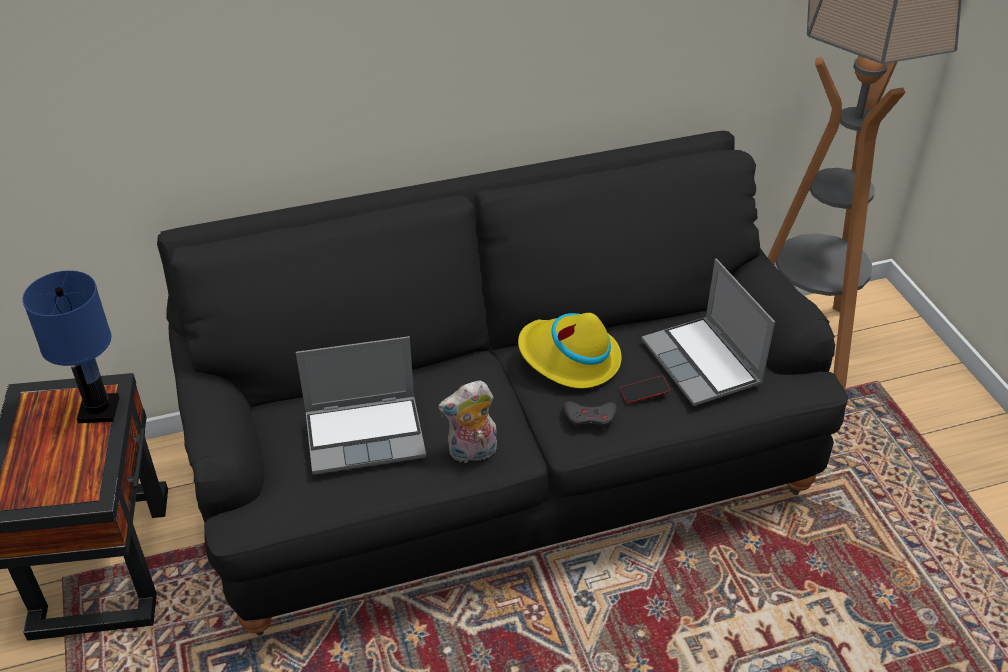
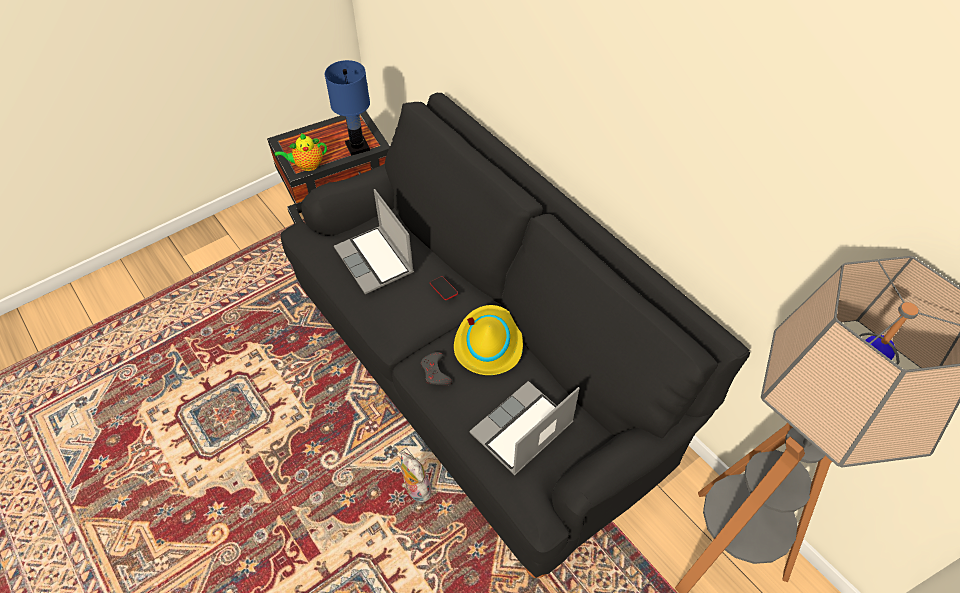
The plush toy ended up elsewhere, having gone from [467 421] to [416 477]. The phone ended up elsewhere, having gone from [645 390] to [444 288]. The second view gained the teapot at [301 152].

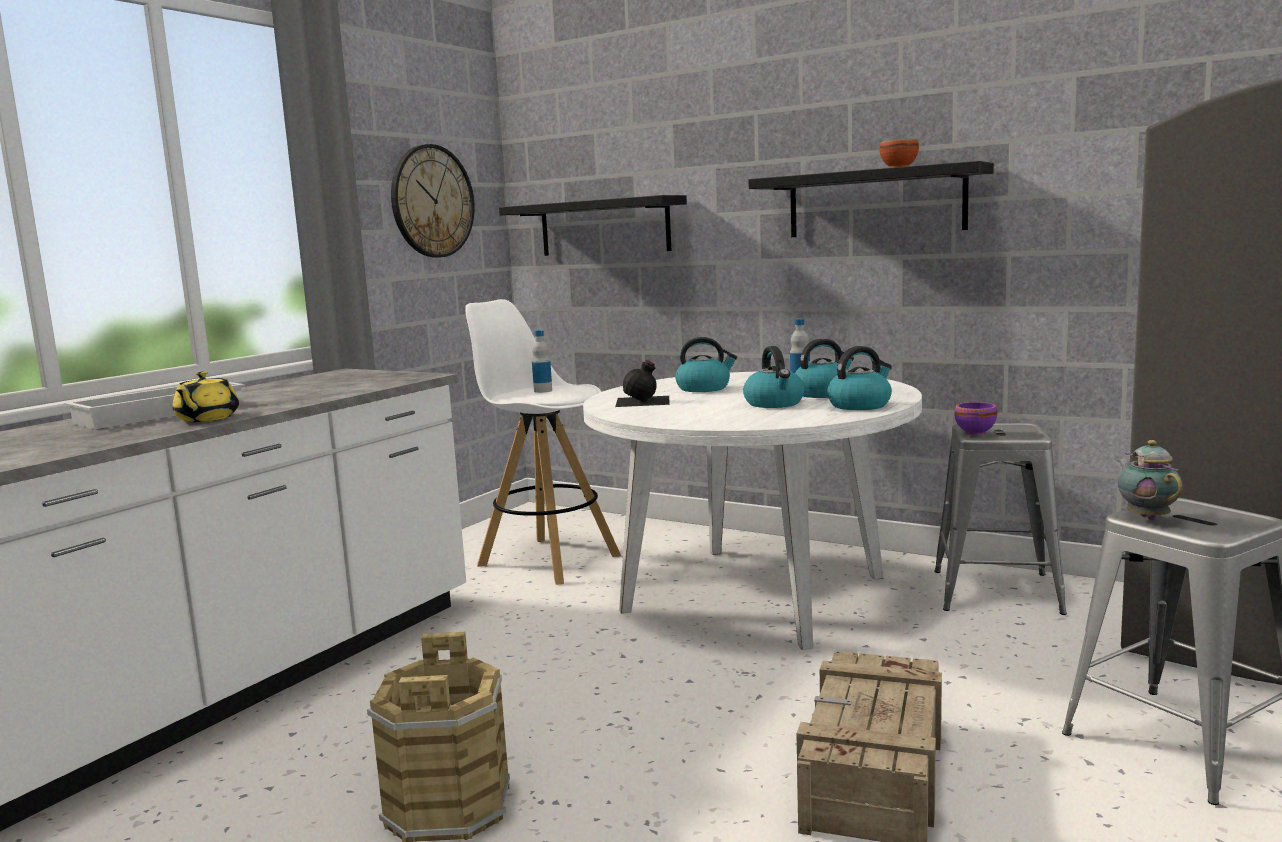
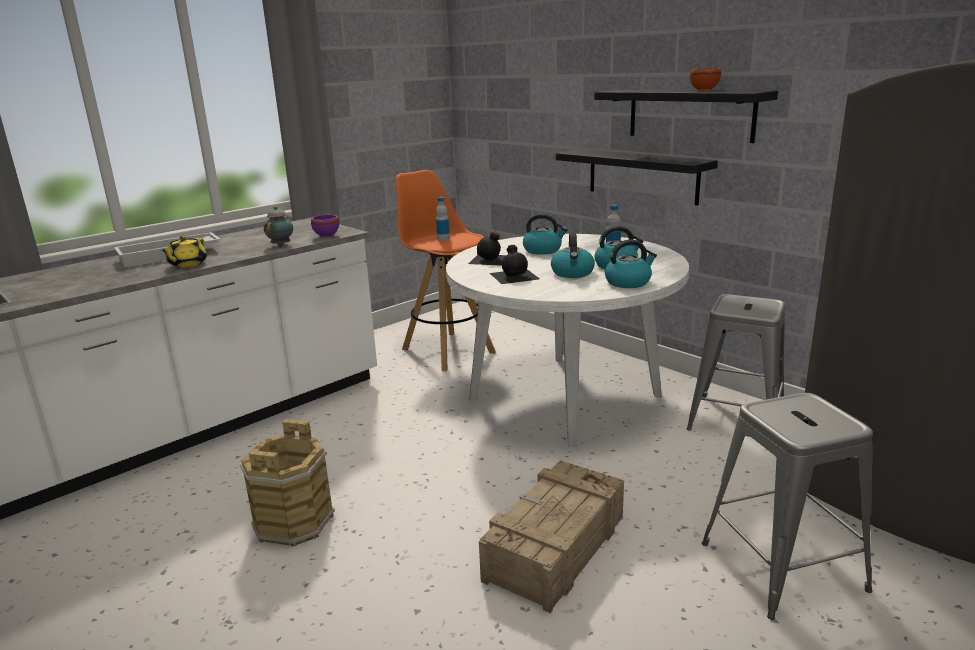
The second view lost the wall clock at [433 201]. What was the stool (white) at [543 442] turned into the stool (orange) at [445 270]. The shelf (black) ended up elsewhere, having gone from [593 225] to [637 177]. The bowl (purple) ended up elsewhere, having gone from [975 418] to [325 226]. The teapot ended up elsewhere, having gone from [1150 480] to [278 226]. The second view gained the bottle (black) at [515 264].

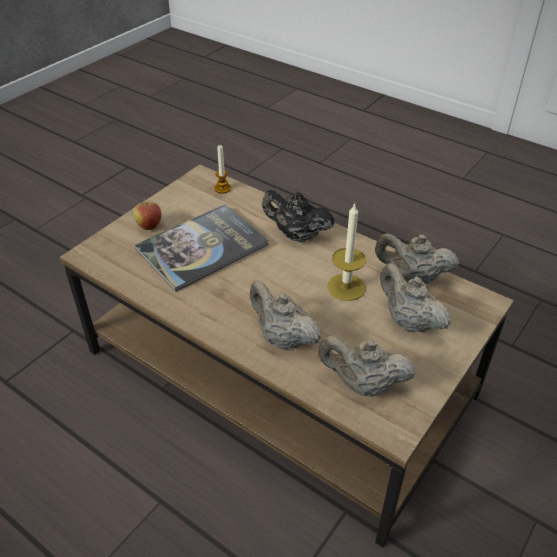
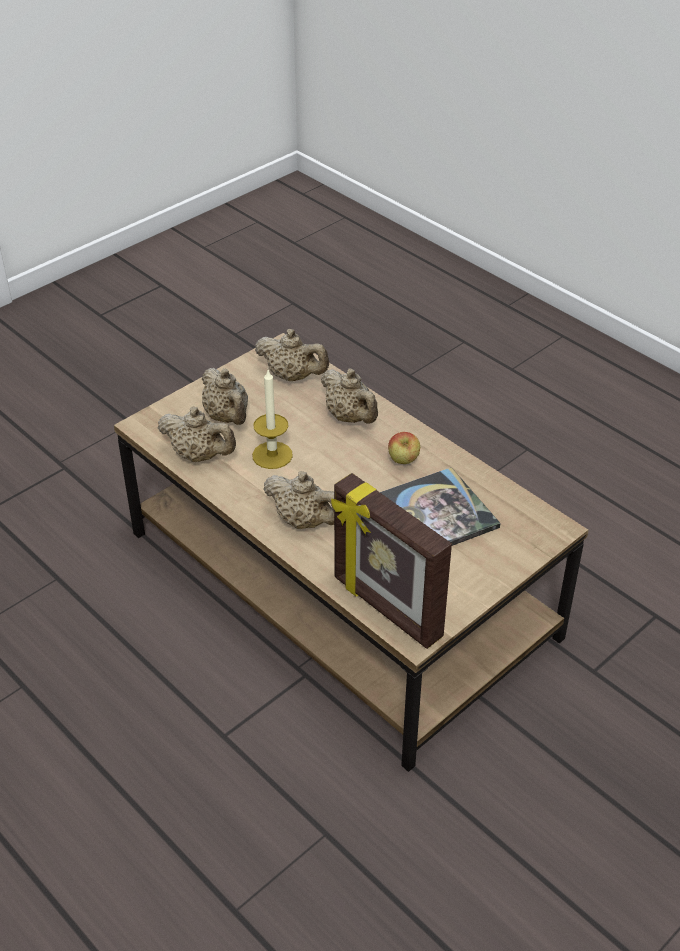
The apple ended up elsewhere, having gone from [148 214] to [404 448]. Where the candle stood at [222 169], the picture frame came to stand at [391 561]. What was the teapot (black) at [298 216] turned into the teapot (beige) at [298 500].

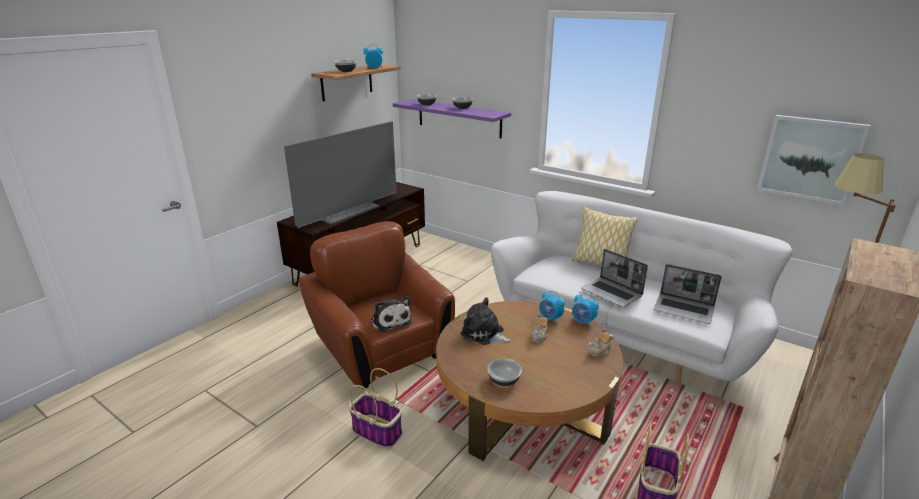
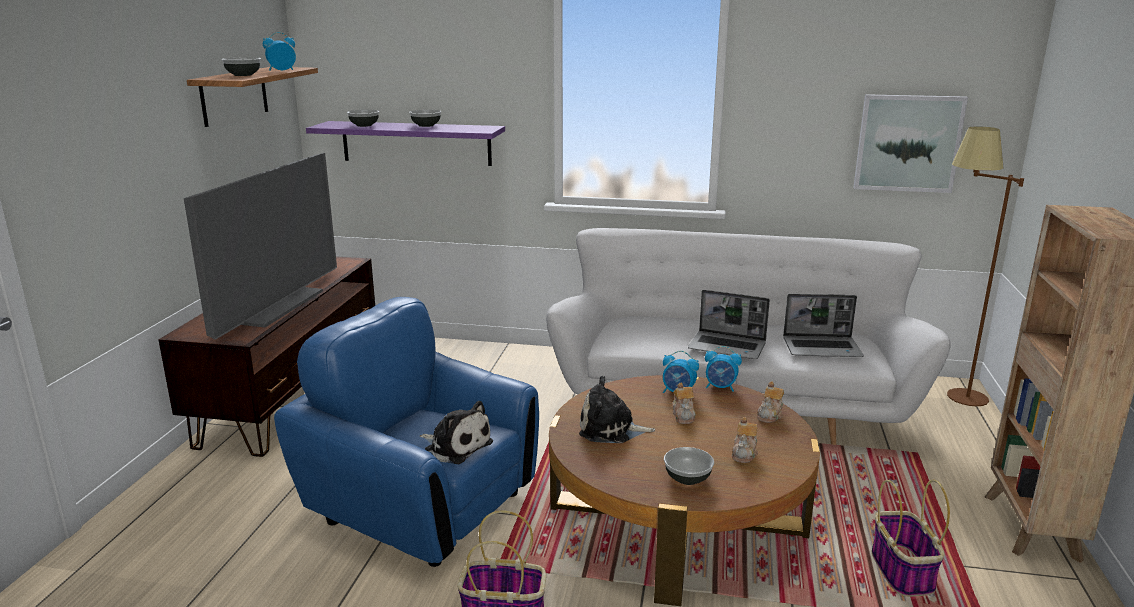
What was the armchair (brown) at [377 305] turned into the armchair (blue) at [406 432]. The second view lost the pillow at [605 237]. The second view gained the teapot at [745 440].

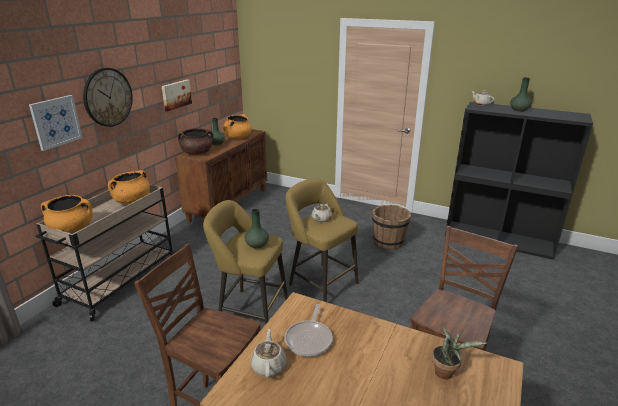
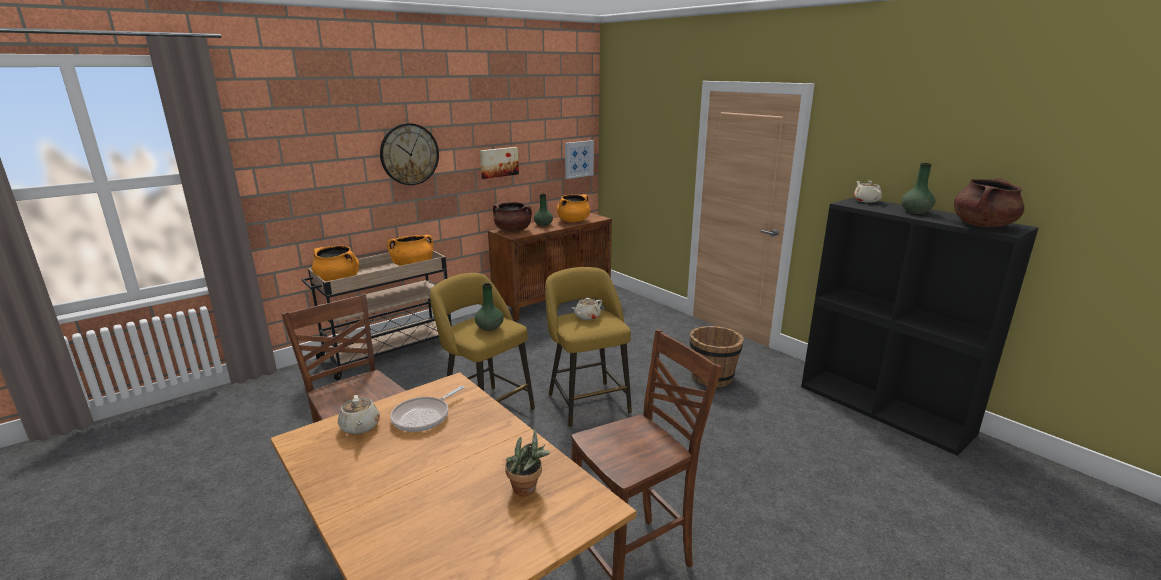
The picture ended up elsewhere, having gone from [55 123] to [579 159]. The teapot (beige) at [268 353] ended up facing another way, 135 degrees clockwise from before. The second view gained the cooking pot (brown) at [989 202].

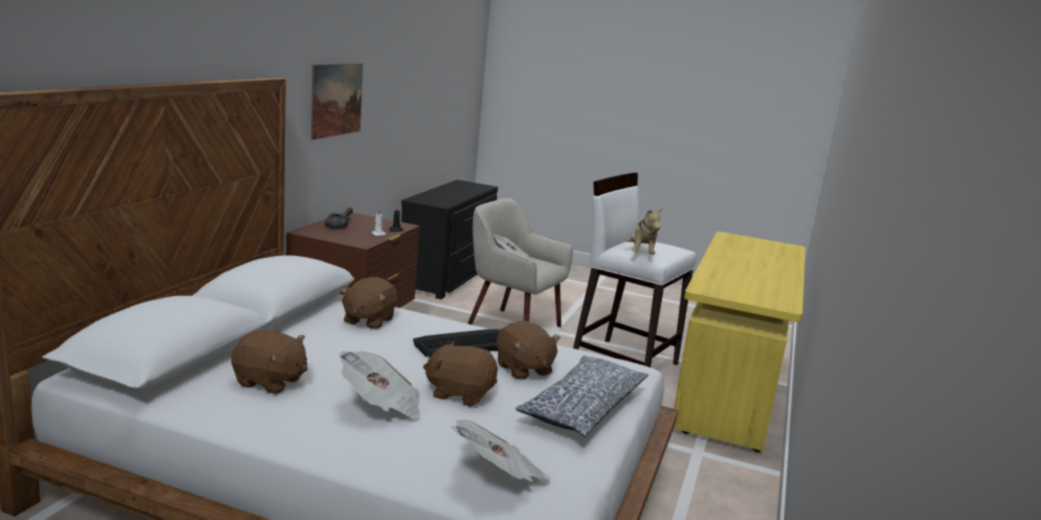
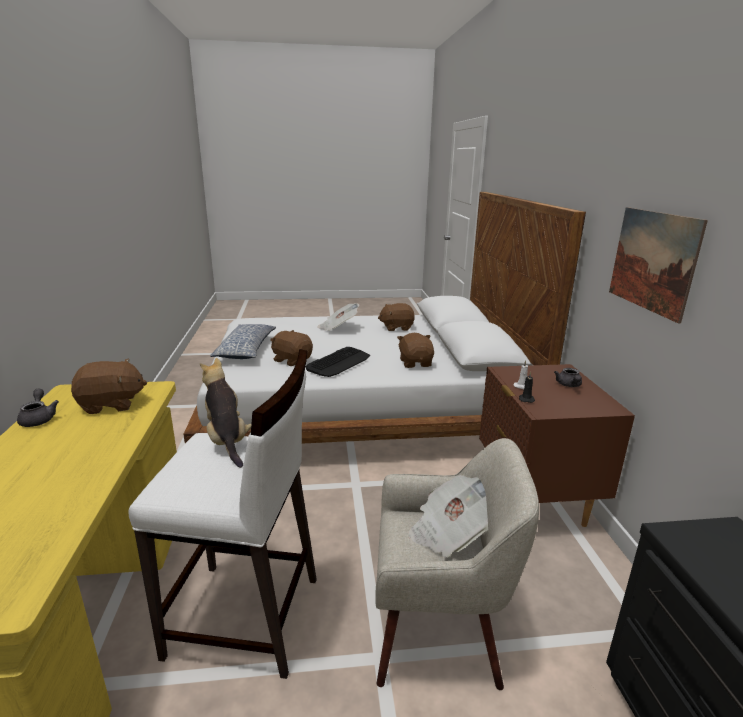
The plush toy (brown) ended up elsewhere, having gone from [460 374] to [109 386]. The second view lost the newspaper at [500 451]. The second view gained the teapot (grey) at [38 408].

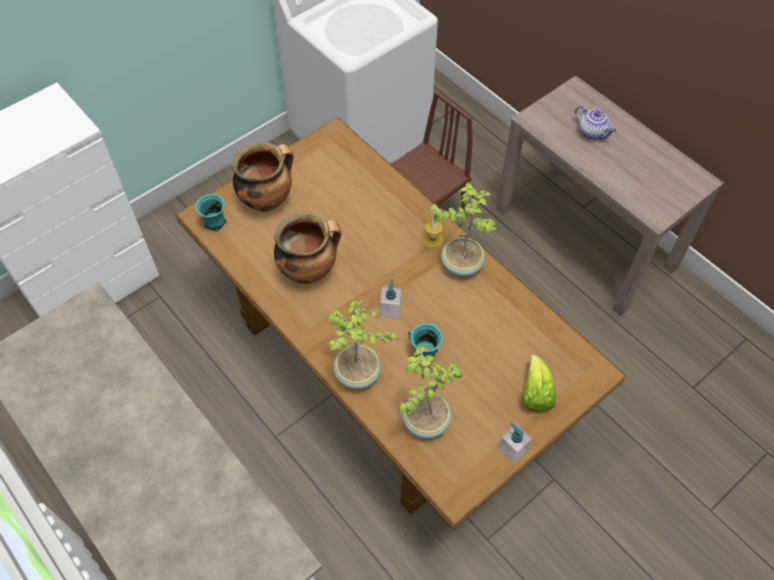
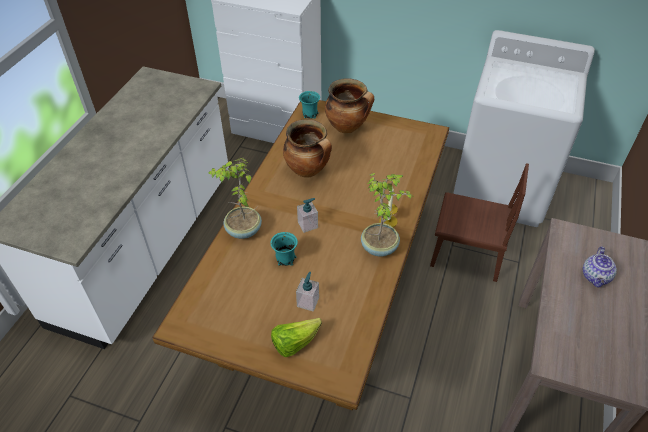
The second view lost the potted plant at [431 392]. The soap dispenser ended up elsewhere, having gone from [515 443] to [307 291].

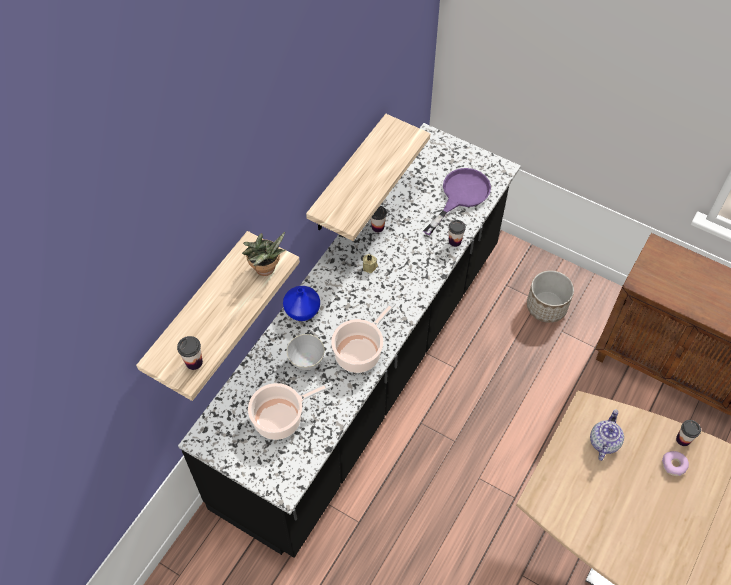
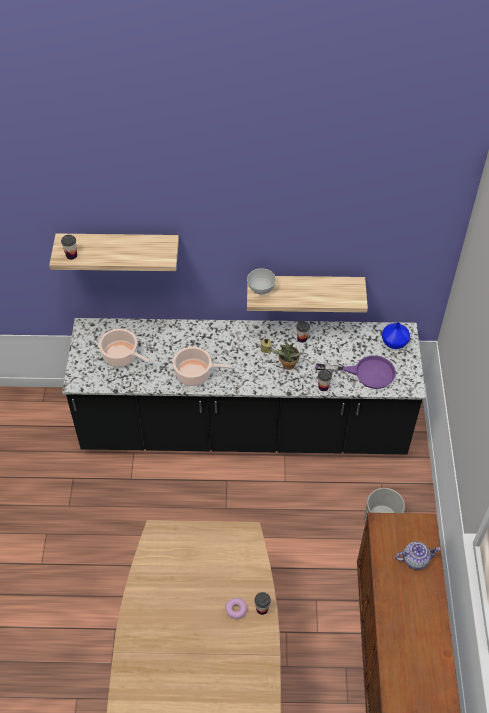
The potted plant ended up elsewhere, having gone from [263 254] to [285 355]. The vase (blue) ended up elsewhere, having gone from [301 303] to [396 336]. The bowl (grey) ended up elsewhere, having gone from [306 352] to [261 281]. The teapot ended up elsewhere, having gone from [607 435] to [418 556].

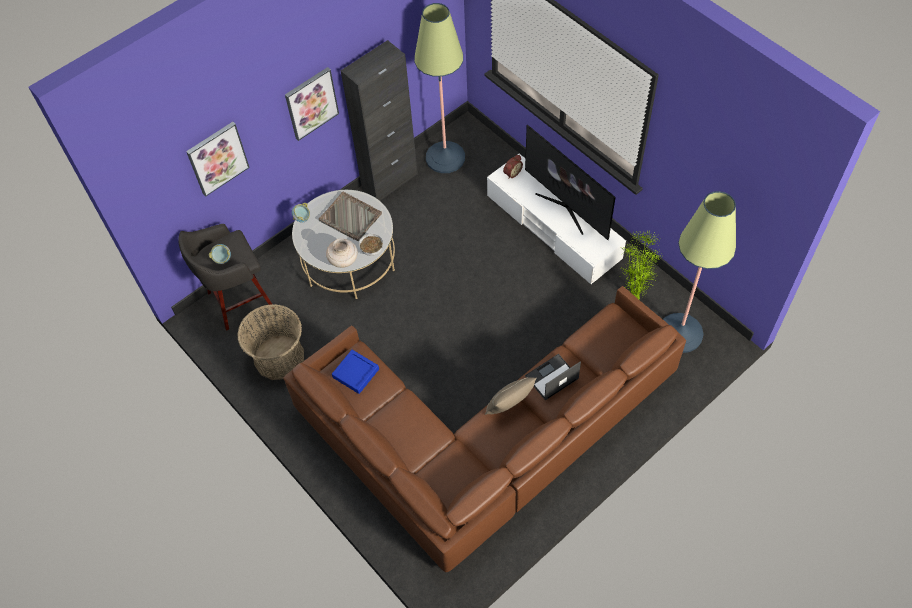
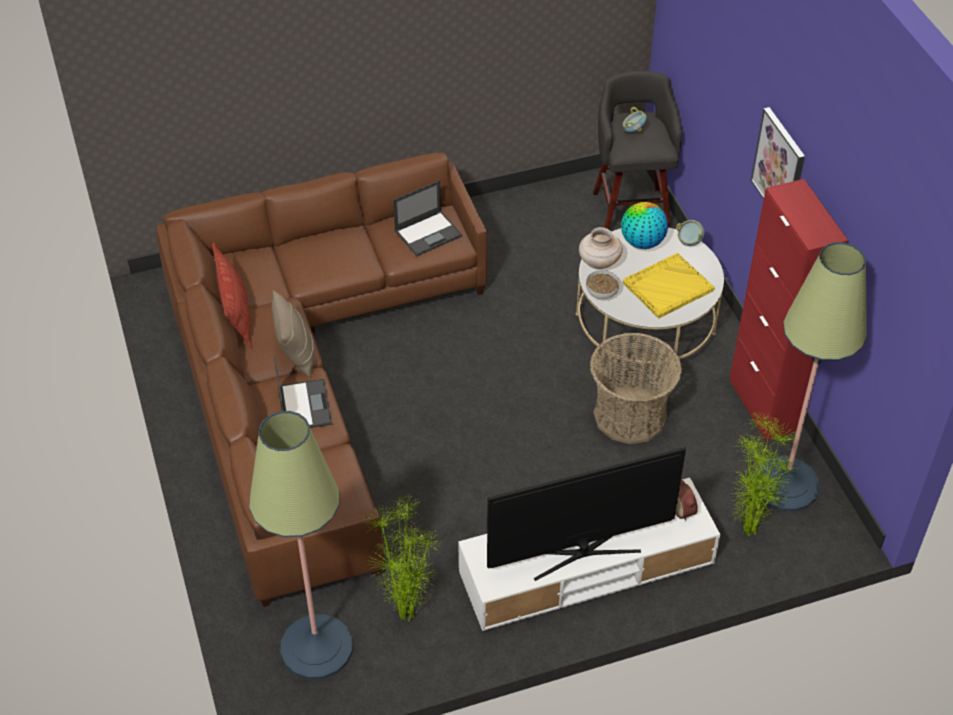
The second view lost the picture at [218 159]. The basket ended up elsewhere, having gone from [270 342] to [636 388]. What was the tray (grey) at [350 216] turned into the tray (yellow) at [668 286]. Where the tray (blue) stood at [355 372], the laptop came to stand at [427 218]. What was the cabinet (black) at [379 120] turned into the cabinet (red) at [788 310]. The second view gained the pillow at [232 295]. The second view gained the globe at [644 225]. The second view gained the potted plant at [765 474].

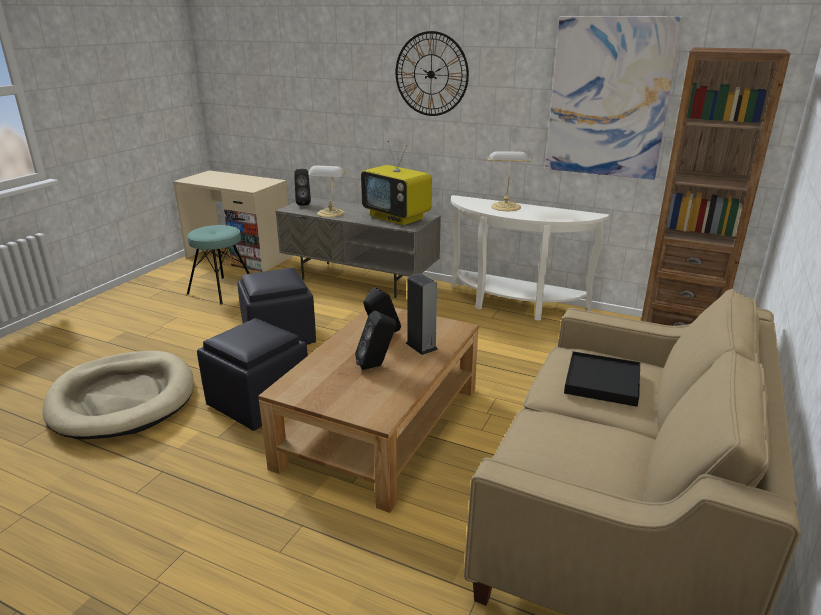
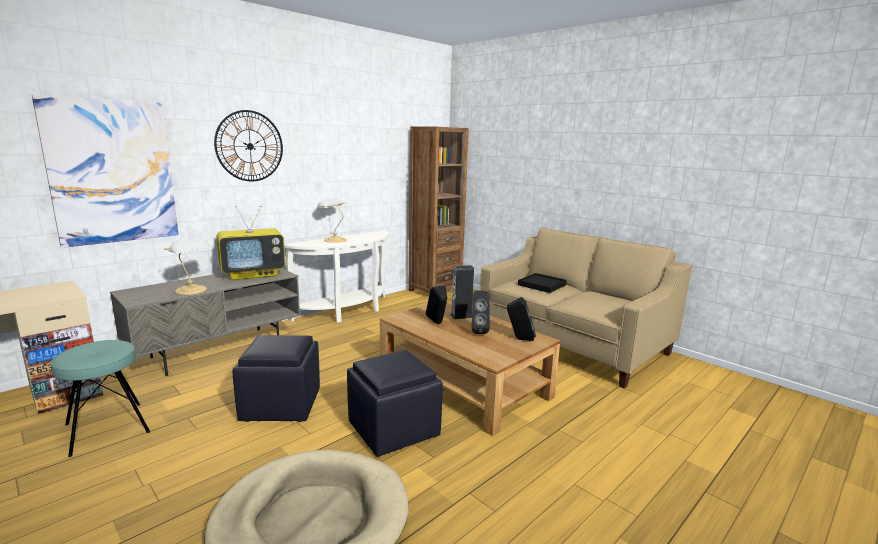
The speaker (black) ended up elsewhere, having gone from [302 187] to [521 319]. The picture ended up elsewhere, having gone from [614 98] to [105 171].

